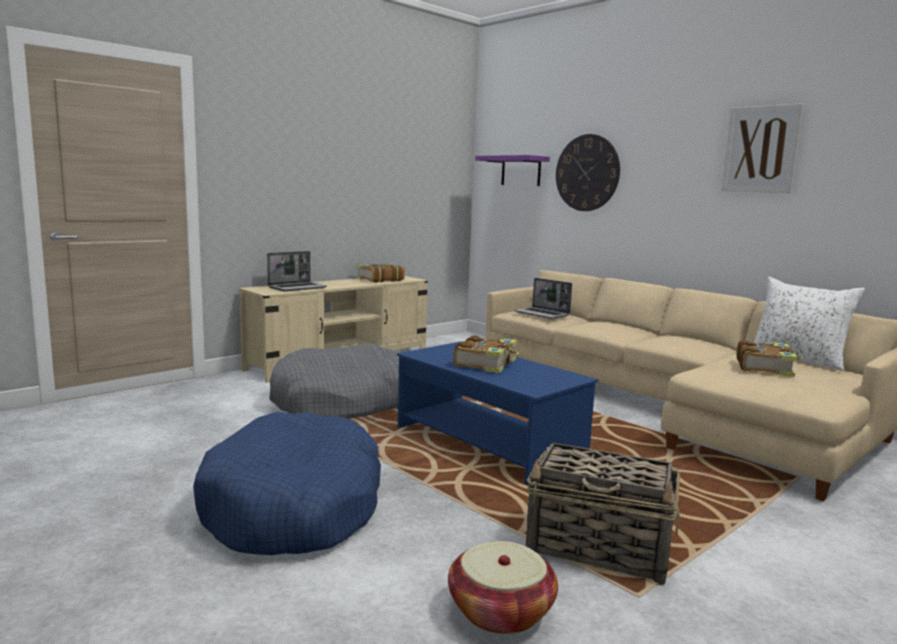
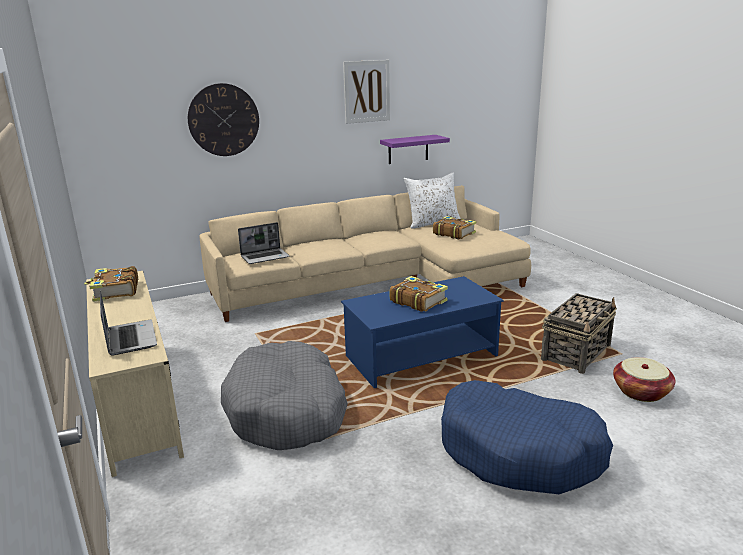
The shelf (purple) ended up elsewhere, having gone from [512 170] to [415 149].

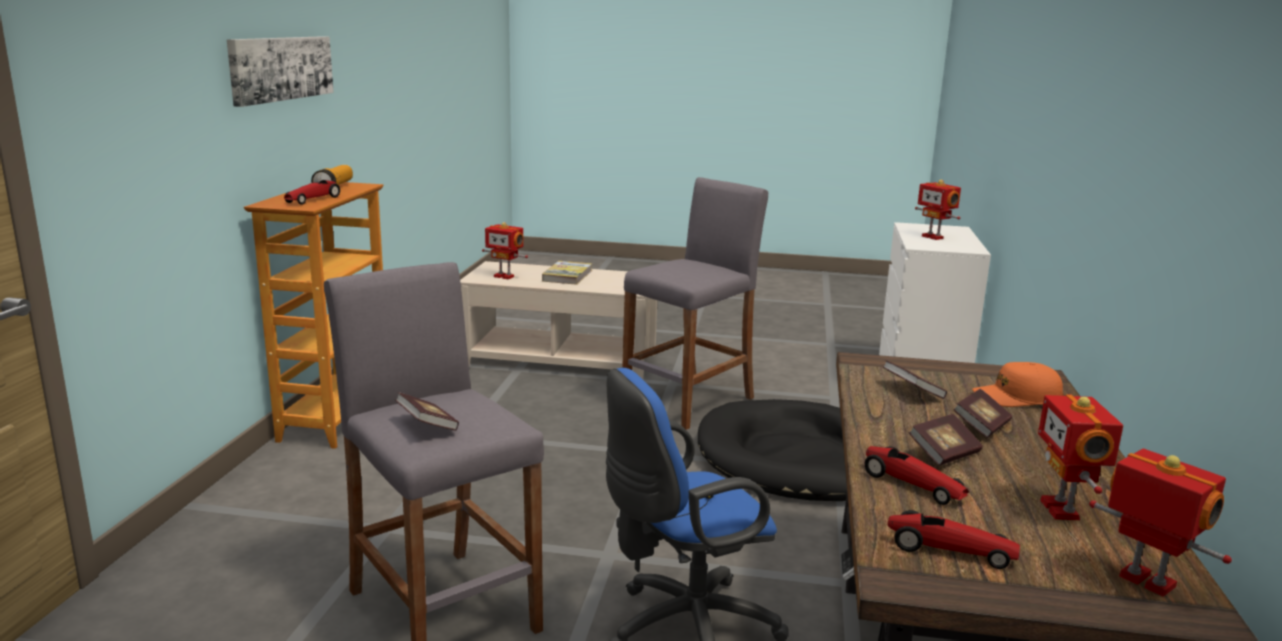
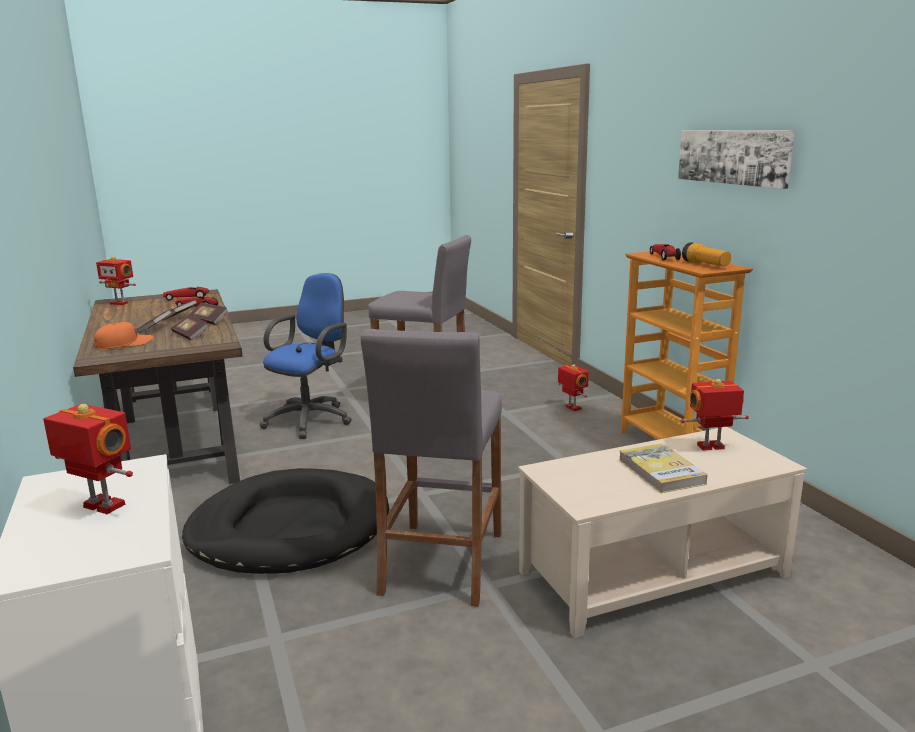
The book ended up elsewhere, having gone from [427 411] to [208 314]. The toy robot ended up elsewhere, having gone from [1080 457] to [573 387].

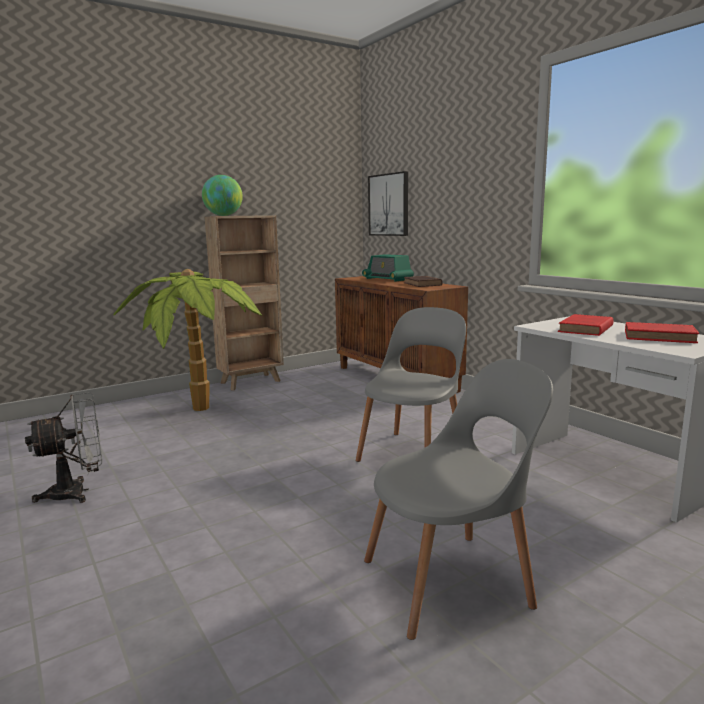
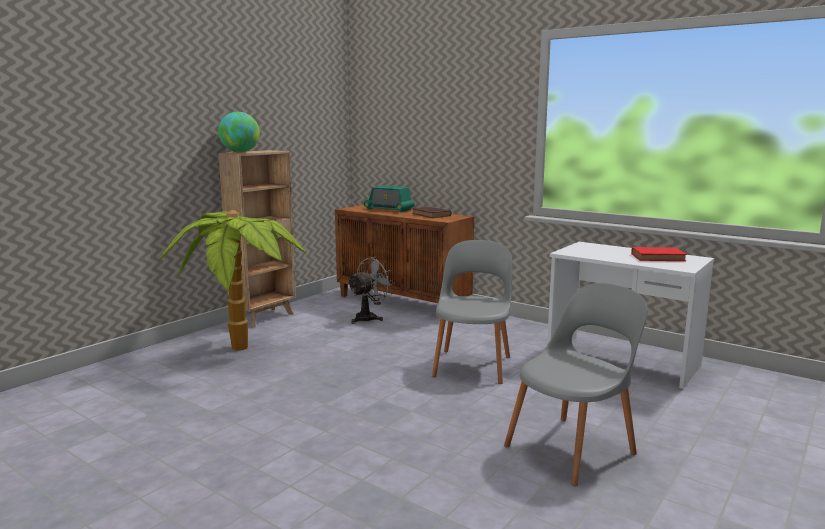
The fan (grey) ended up elsewhere, having gone from [63 447] to [370 290]. The second view lost the picture at [388 203]. The second view lost the book (red) at [586 325].

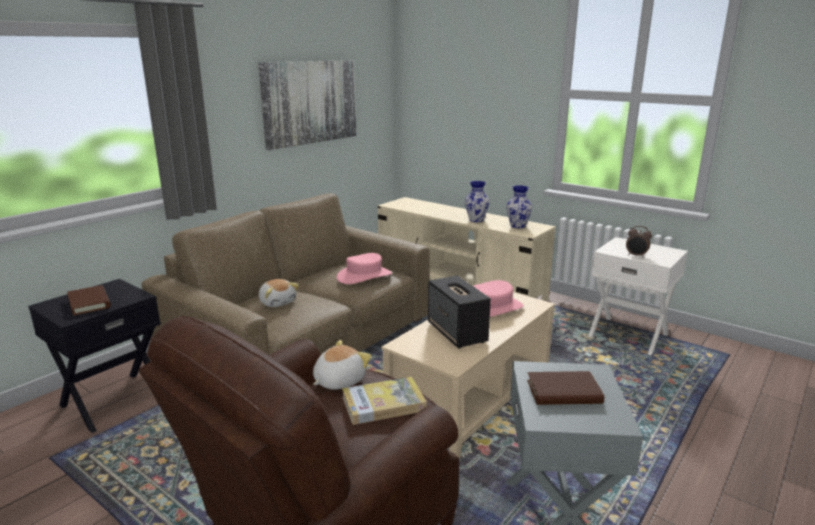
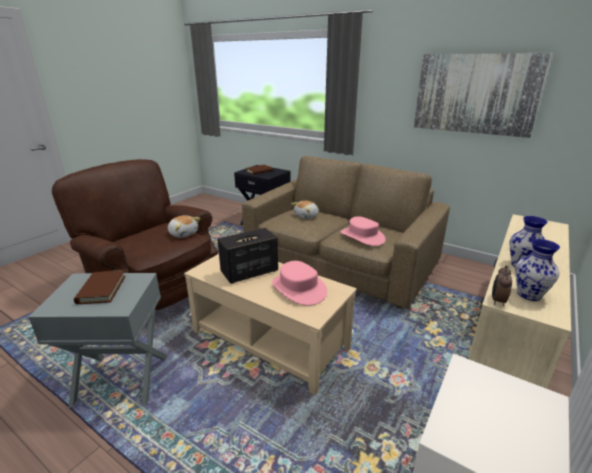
The second view lost the book at [384 401]. The alarm clock ended up elsewhere, having gone from [639 242] to [502 285].

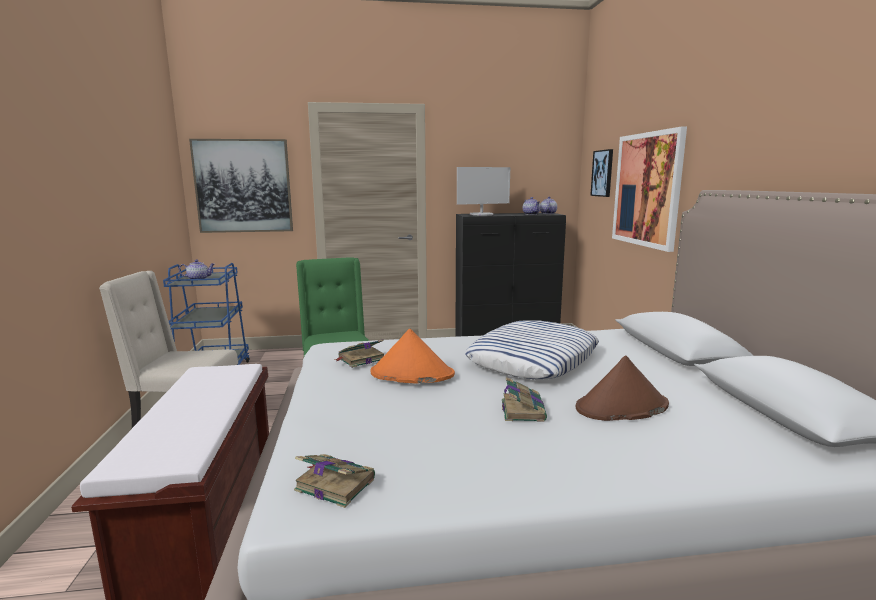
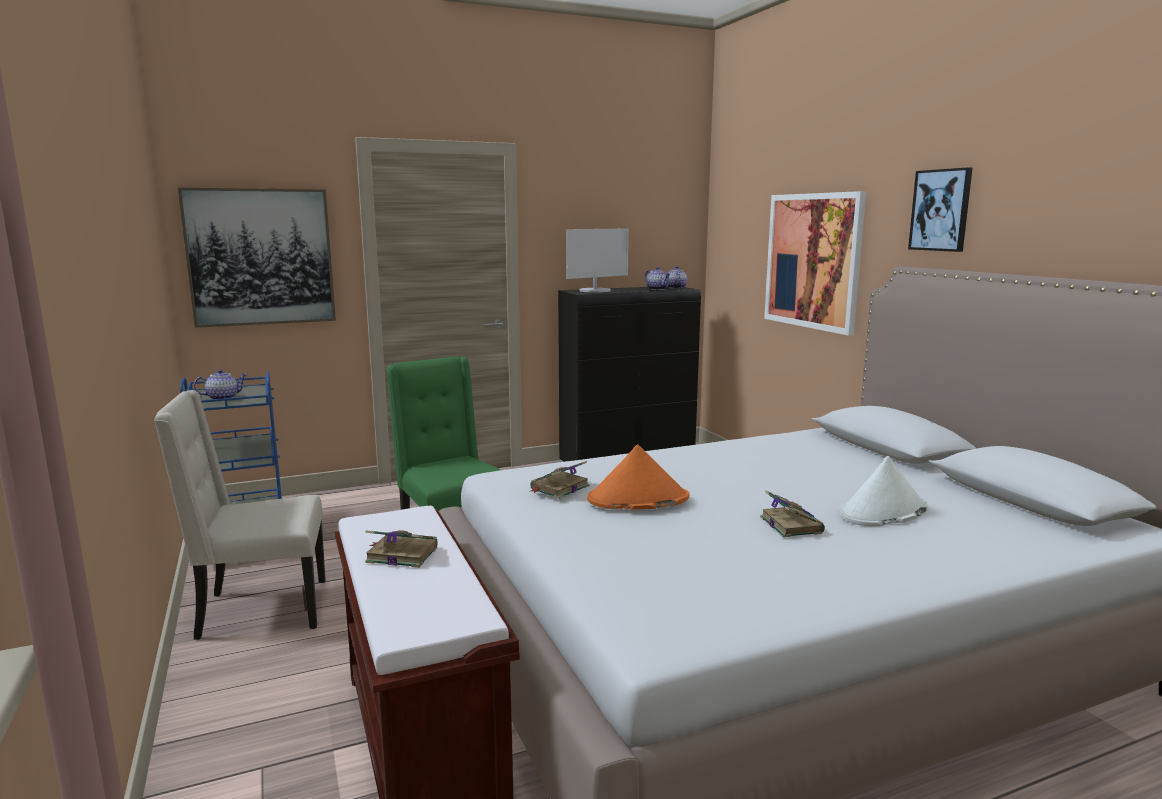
The book ended up elsewhere, having gone from [334 481] to [401 549]. The second view lost the pillow at [532 349]. What was the hat (brown) at [622 388] turned into the hat (white) at [883 491]. The picture ended up elsewhere, having gone from [601 173] to [940 209].

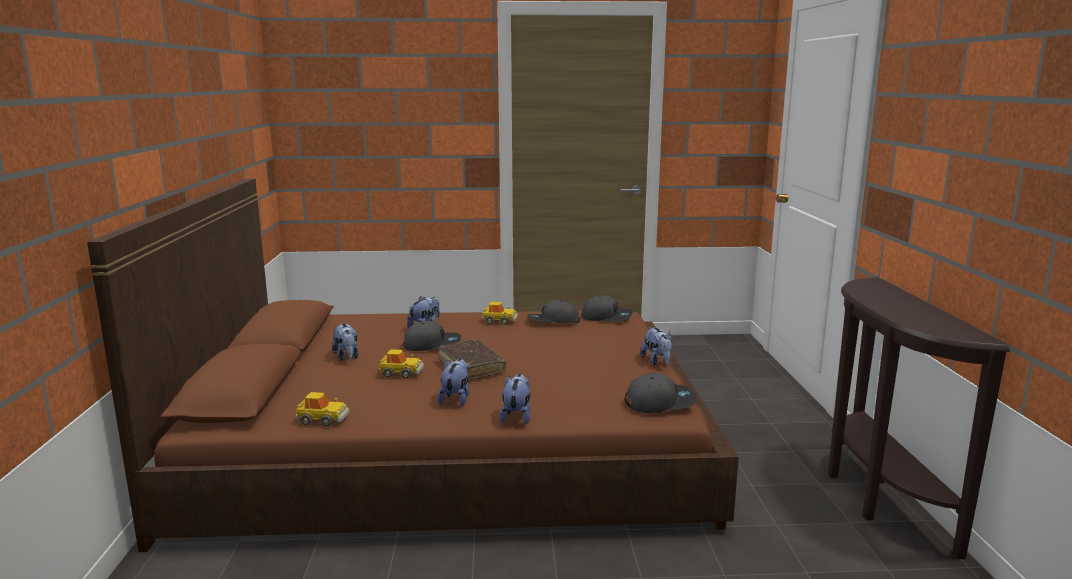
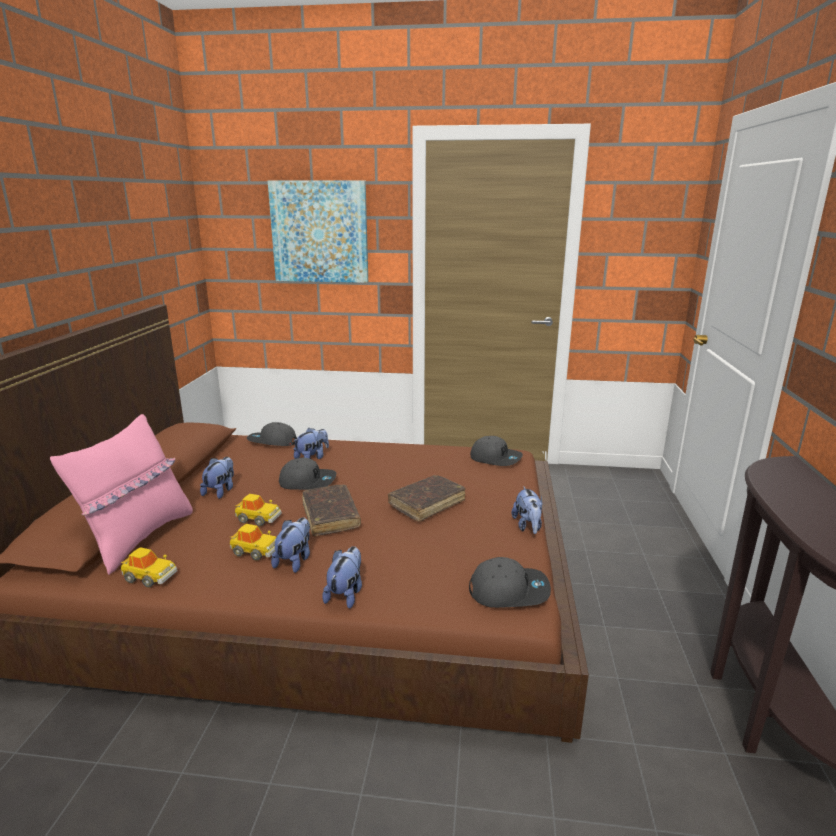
The plush toy at [345 342] ended up facing another way, 150 degrees counterclockwise from before. The toy car ended up elsewhere, having gone from [500 313] to [253 542]. The cap (grey) ended up elsewhere, having gone from [553 311] to [272 434]. The second view gained the pillow (pink) at [121 494]. The second view gained the picture at [318 231]. The second view gained the book (brown) at [427 498].

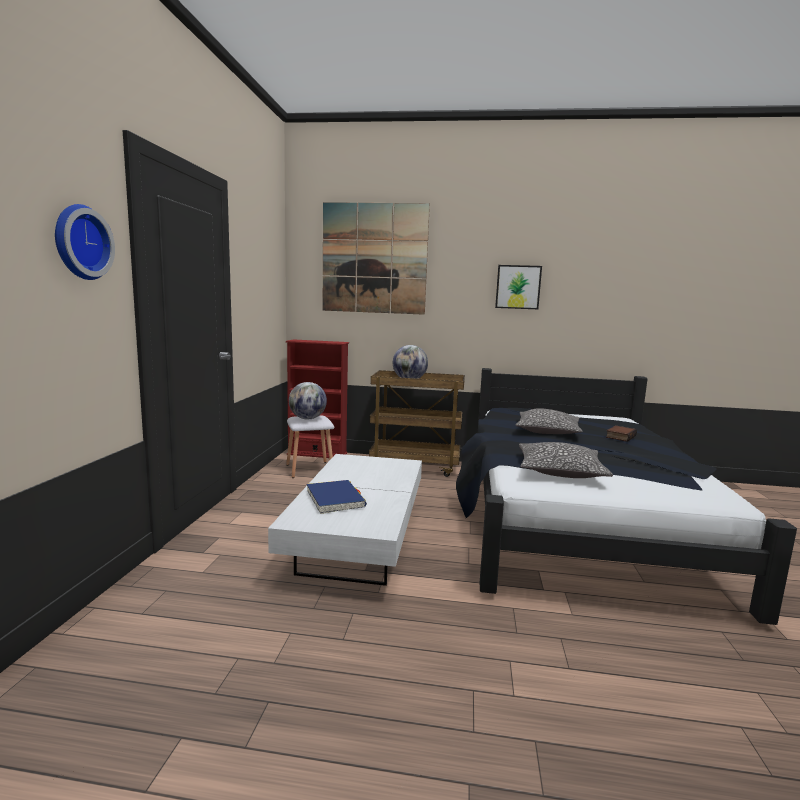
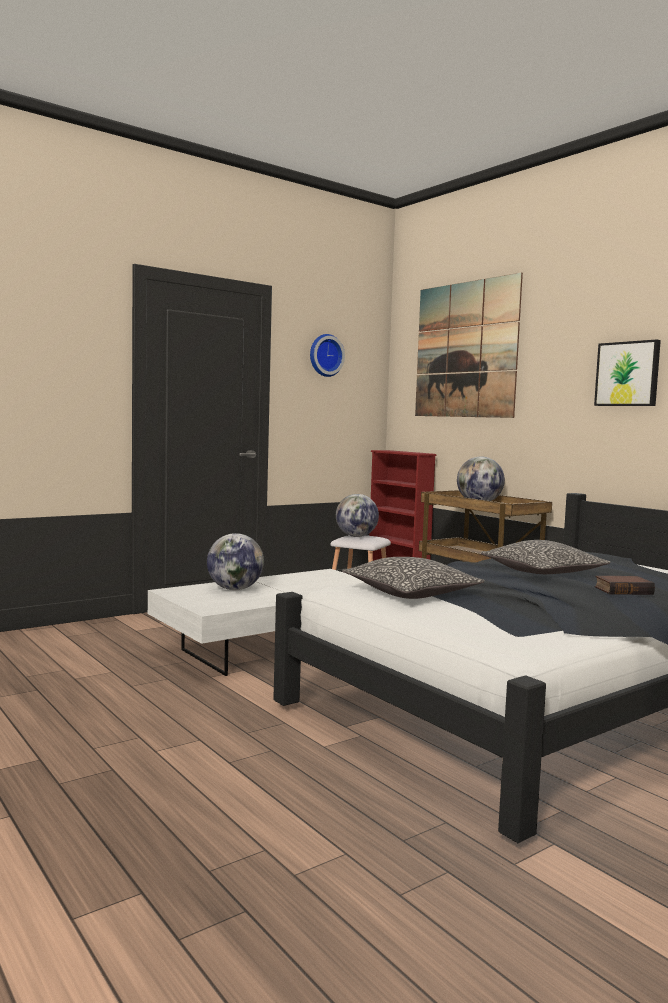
The wall clock ended up elsewhere, having gone from [85 242] to [327 355]. Where the book (blue) stood at [336 497], the globe came to stand at [235 561].

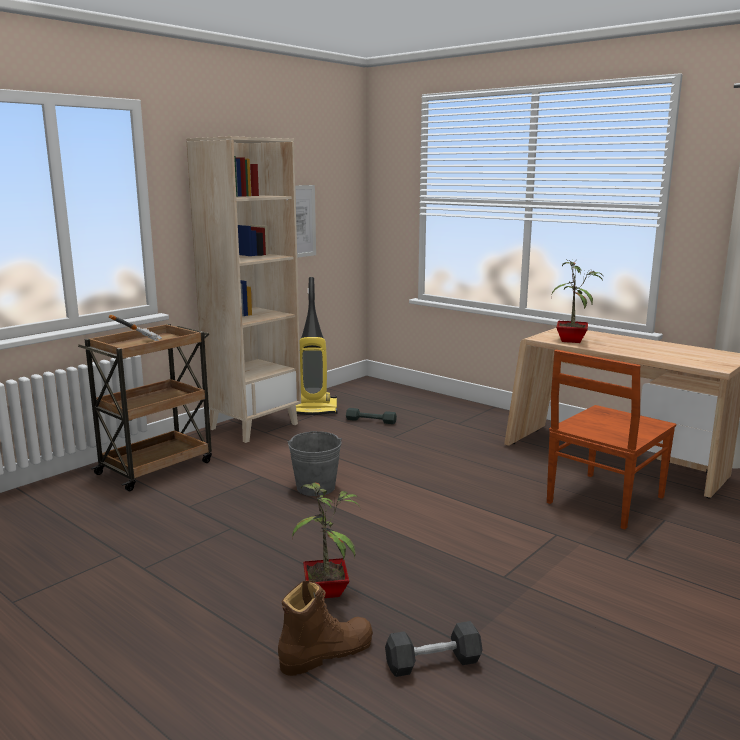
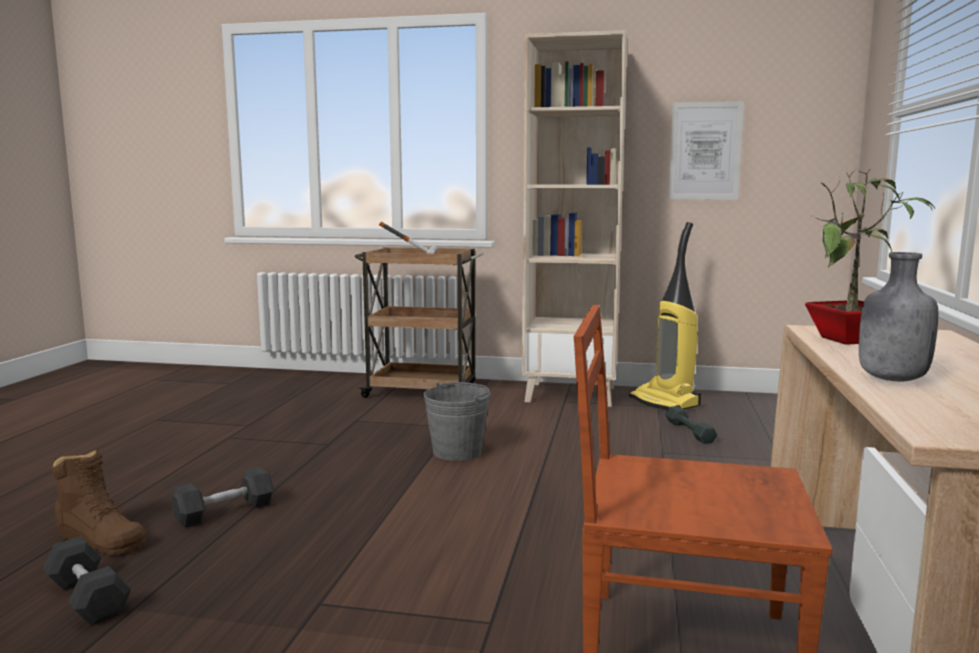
Where the potted plant stood at [326 540], the dumbbell (black) came to stand at [222 497]. The second view gained the bottle (grey) at [898 317].

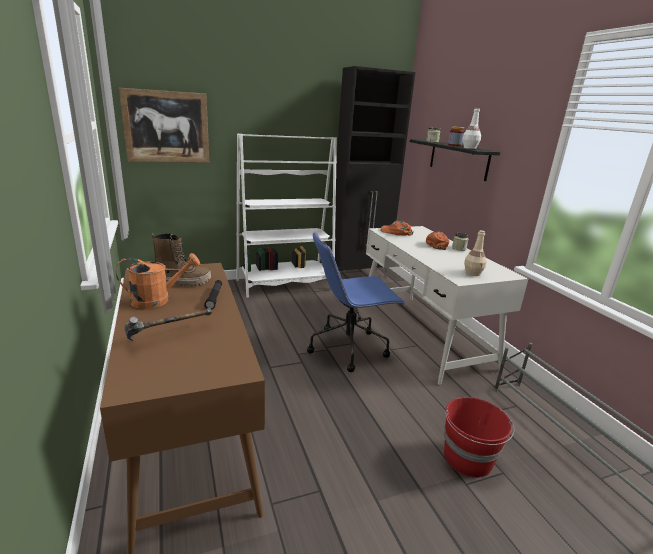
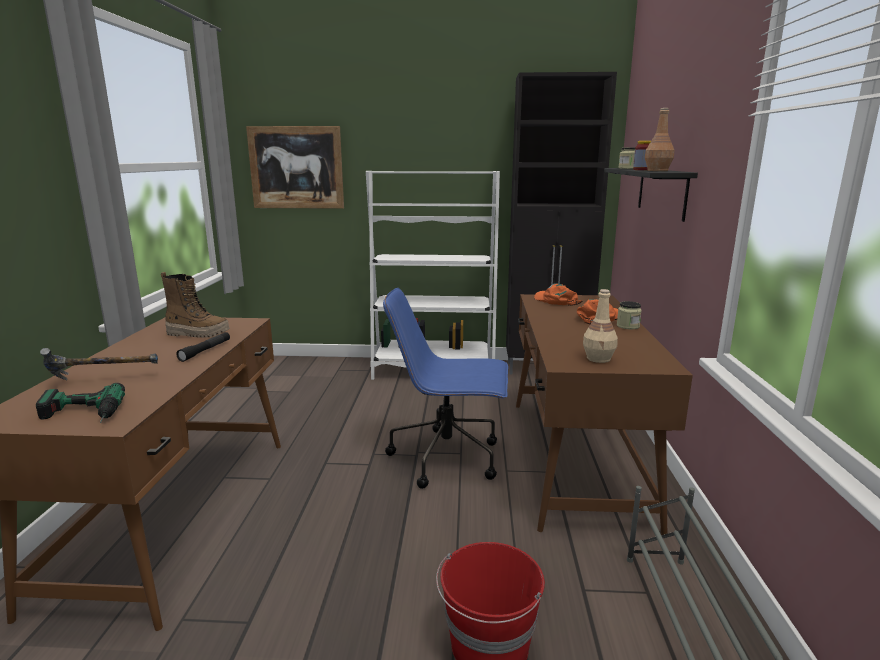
The second view lost the watering can (orange) at [158 281]. What was the desk (white) at [447 305] turned into the desk (brown) at [604 414]. What was the bottle (white) at [472 128] turned into the bottle (brown) at [659 139]. The second view gained the power drill at [80 403].

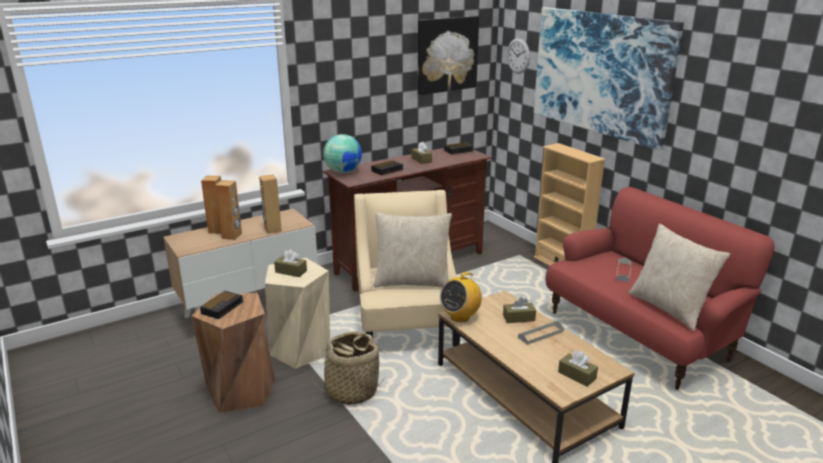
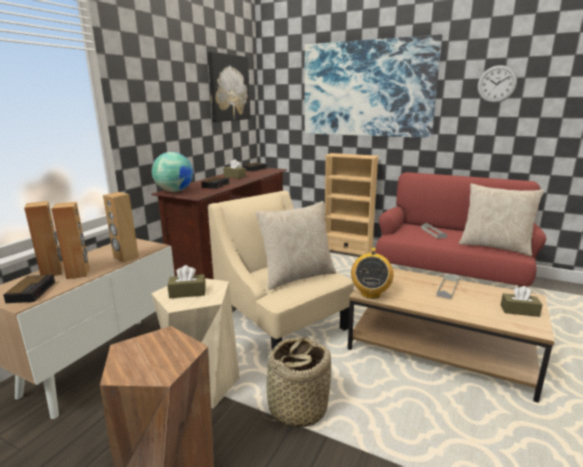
The alarm clock ended up elsewhere, having gone from [221 305] to [29 289]. The second view lost the tissue box (brown) at [519 310]. The wall clock ended up elsewhere, having gone from [518 56] to [497 84].

